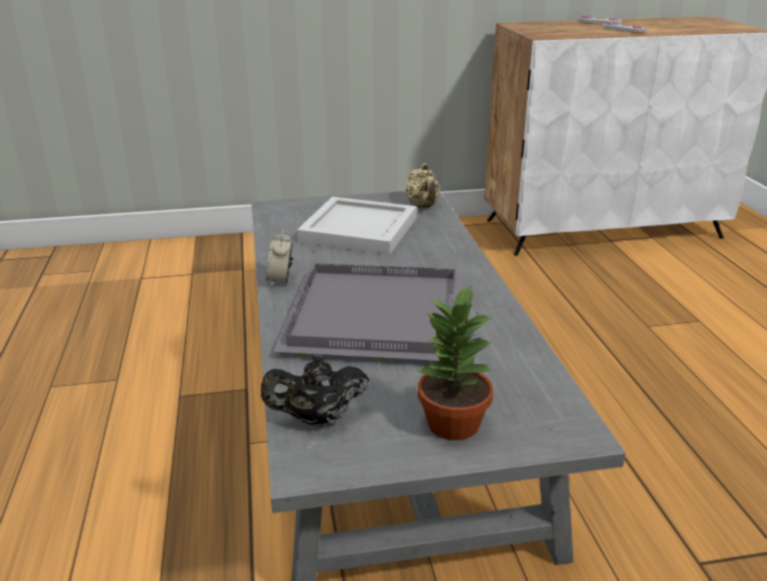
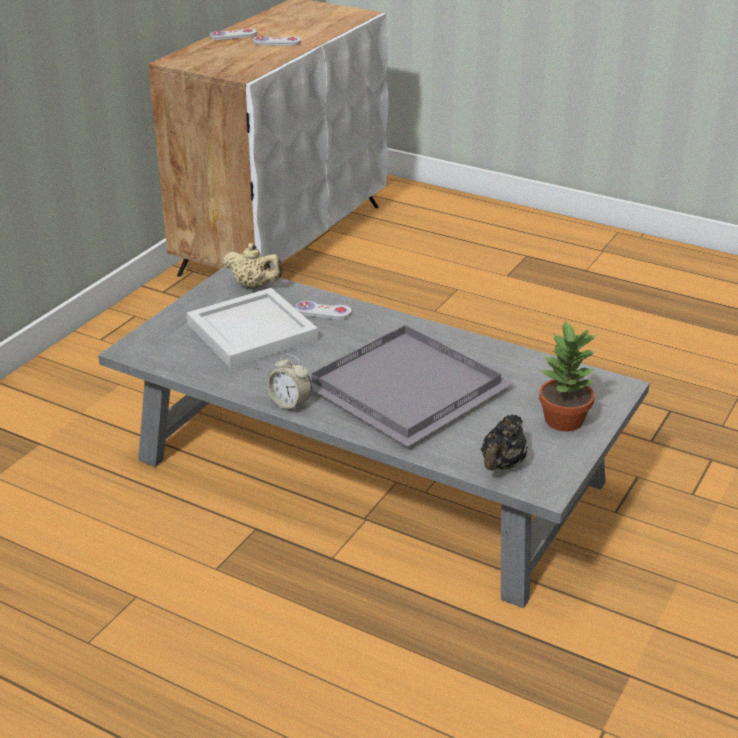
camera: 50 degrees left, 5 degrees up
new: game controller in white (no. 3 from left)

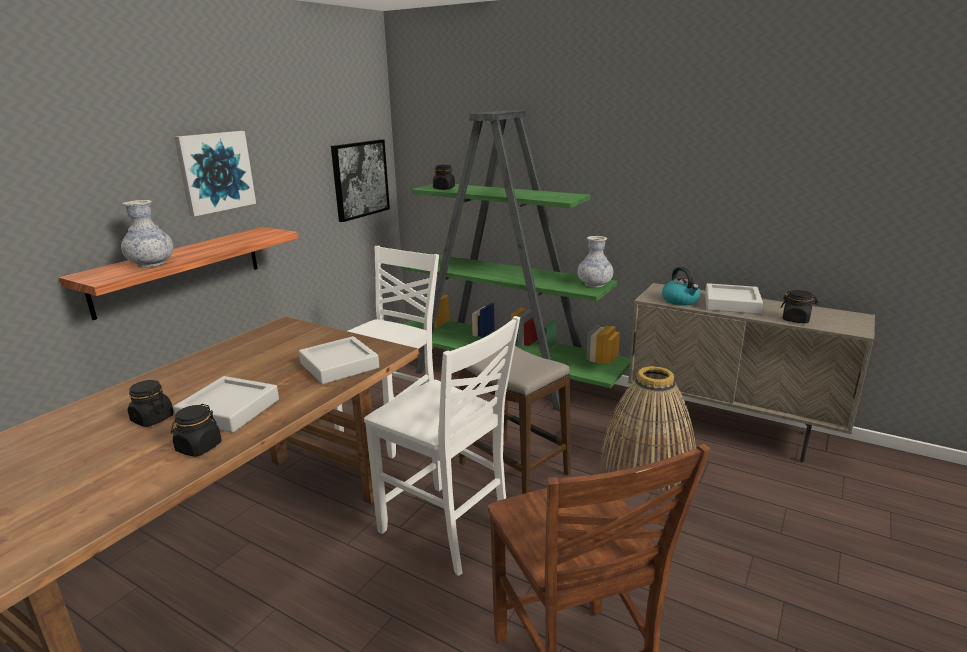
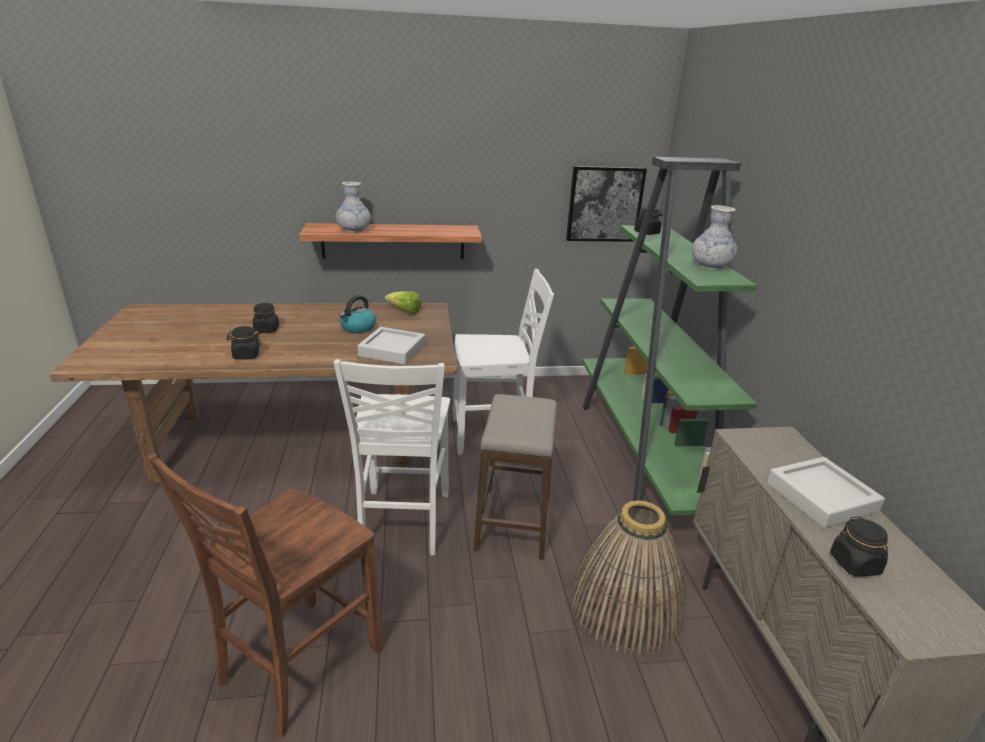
camera: 50 degrees right, 5 degrees up
gone: picture (no. 1 from left); tray in grey (no. 1 from left)
new: lettuce
shifted: vase (no. 2 from left); kettle

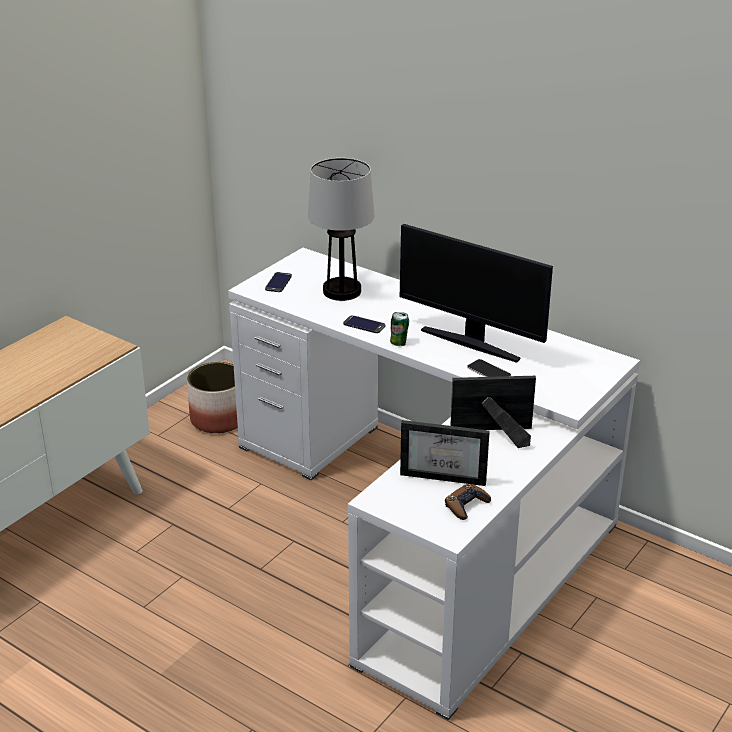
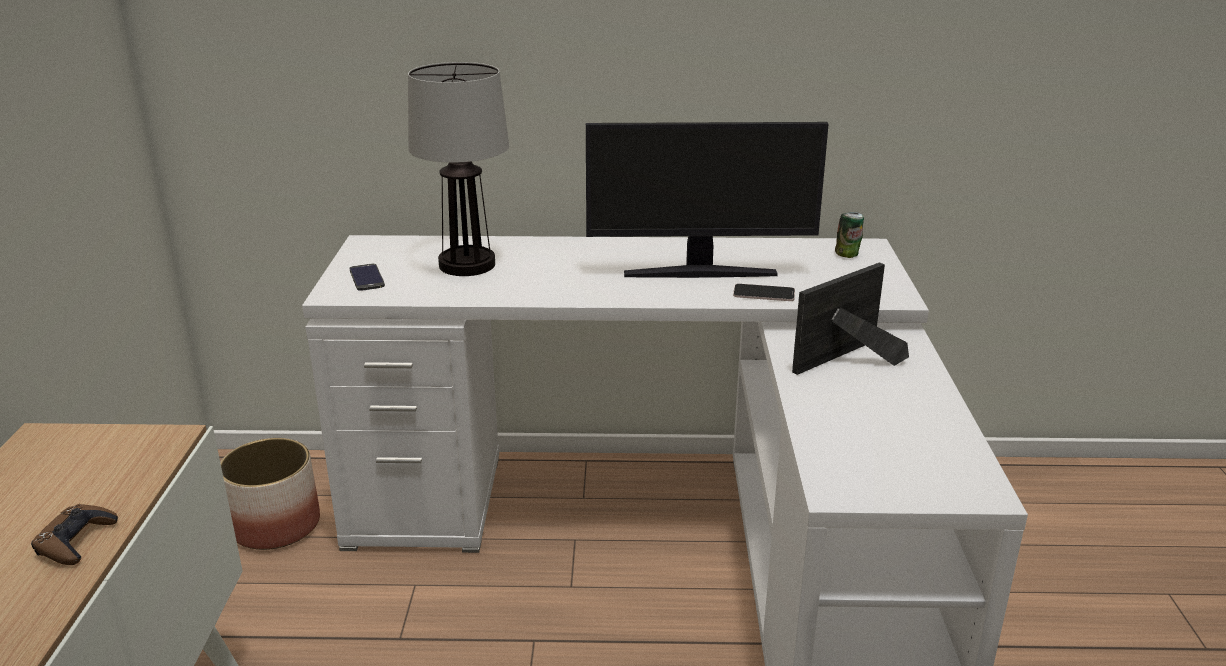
camera: 35 degrees left, 5 degrees down
gone: phone (no. 2 from left); picture frame (no. 1 from left)
shifted: can; game controller in brown

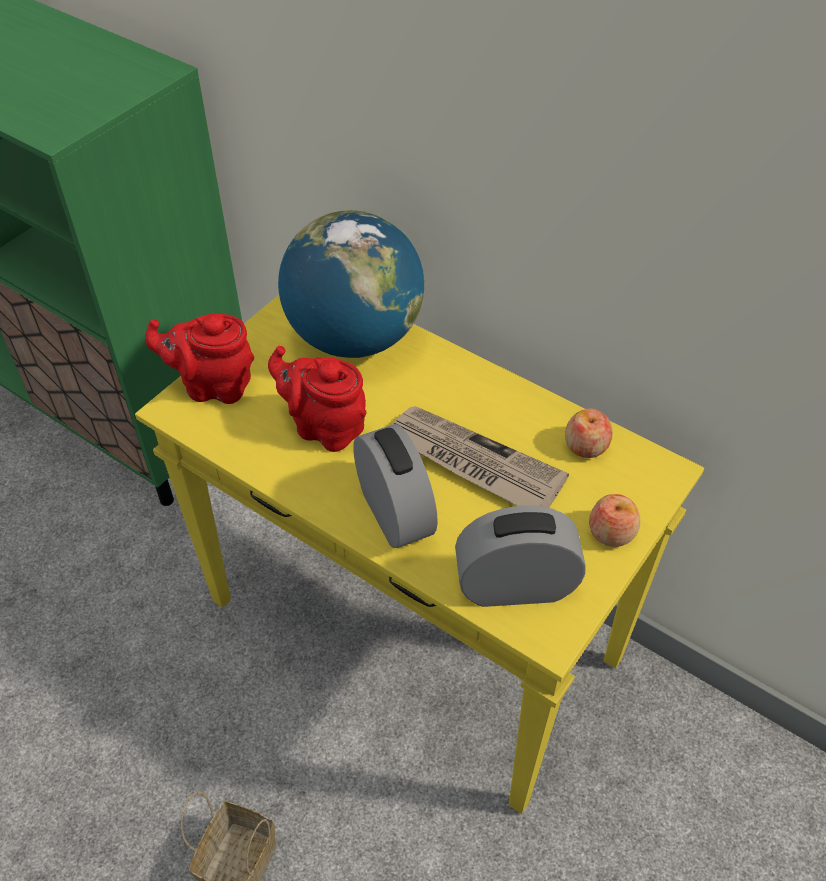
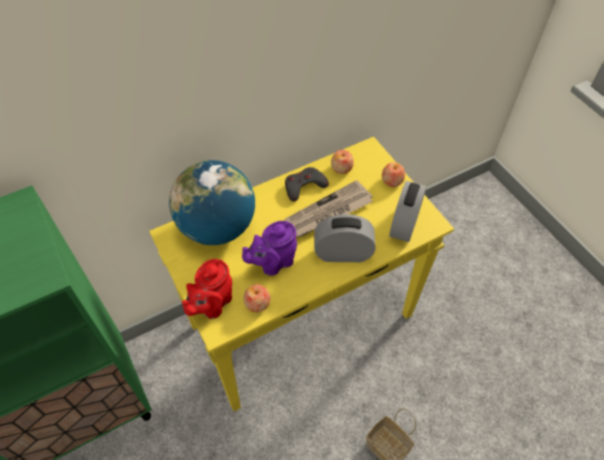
camera: 65 degrees left, 5 degrees up
new: apple (no. 1 from left); game controller in grey
repainted: teapot in red (no. 2 from left) to teapot in purple

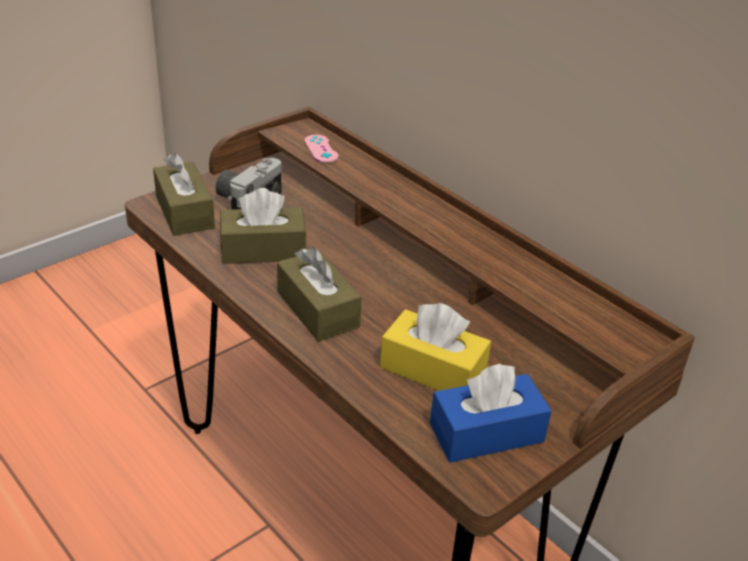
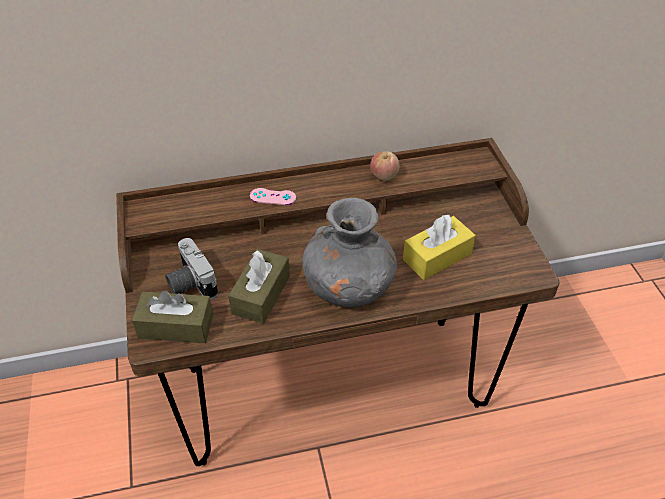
camera: 60 degrees left, 10 degrees up
gone: tissue box in blue
new: apple
shifted: game controller in pink
swapped: tissue box in brown (no. 3 from left) to vase in grey

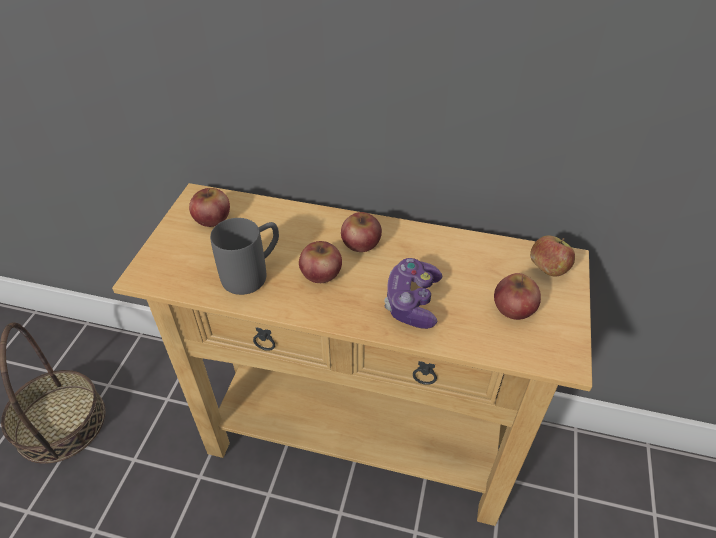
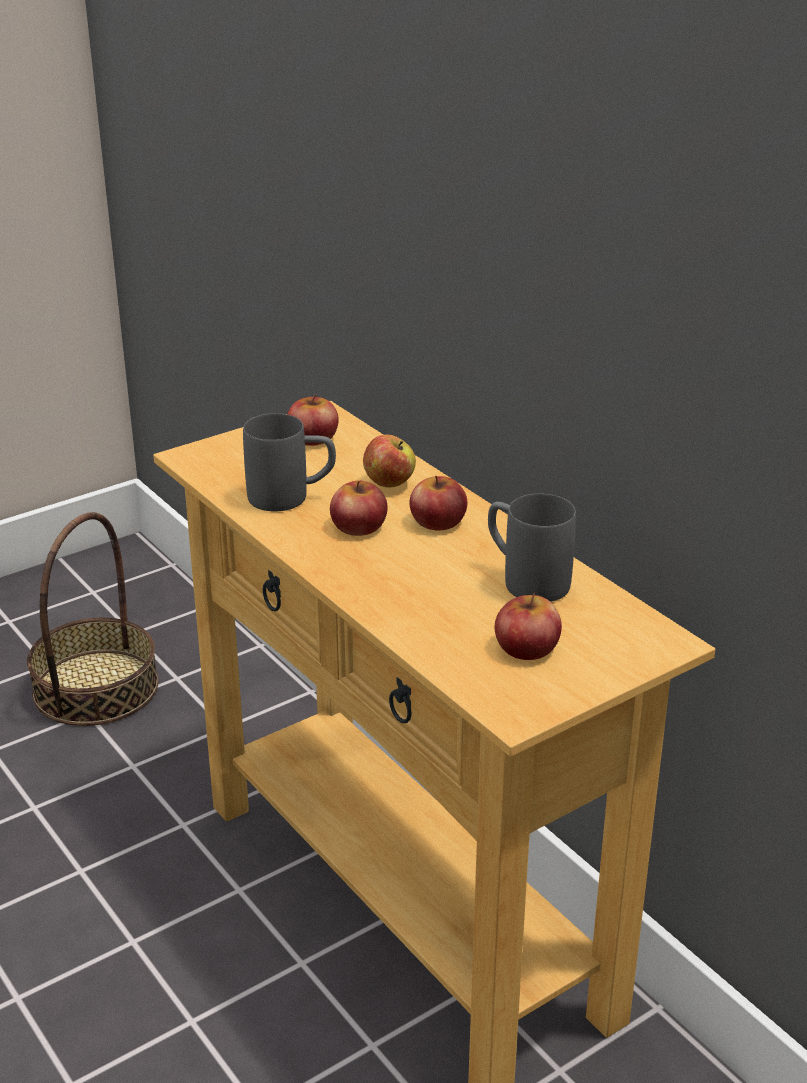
camera: 40 degrees right, 15 degrees down
gone: game controller
new: mug in grey (no. 2 from left)
shifted: apple (no. 5 from left in the first image) to apple (no. 3 from left)

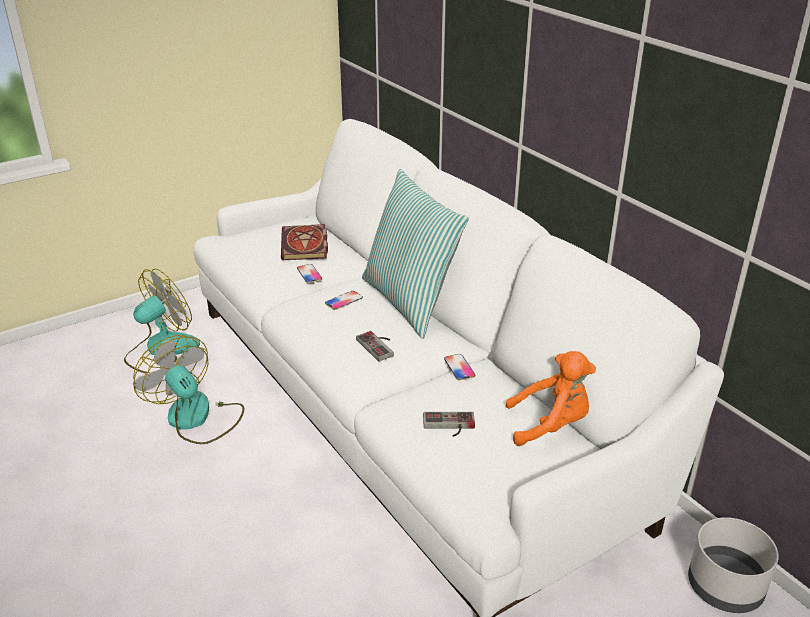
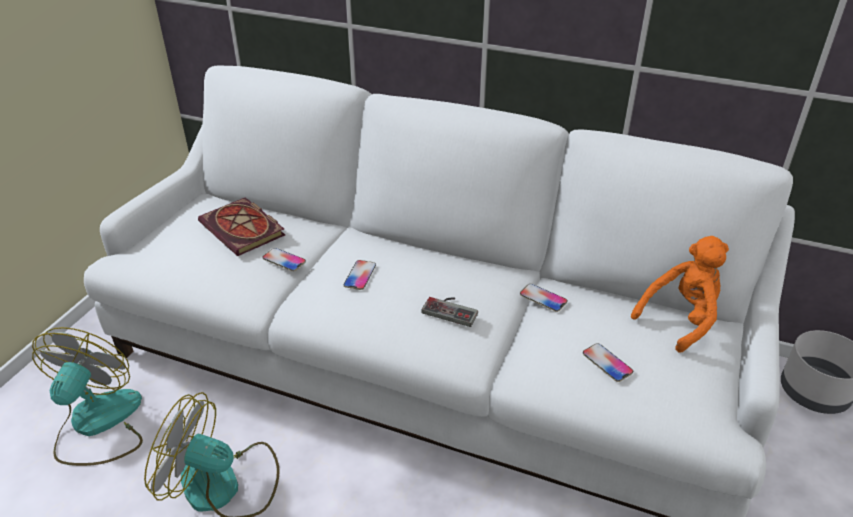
camera: 35 degrees left, 5 degrees up
gone: pillow
swapped: game controller (no. 2 from left) to phone (no. 4 from left)

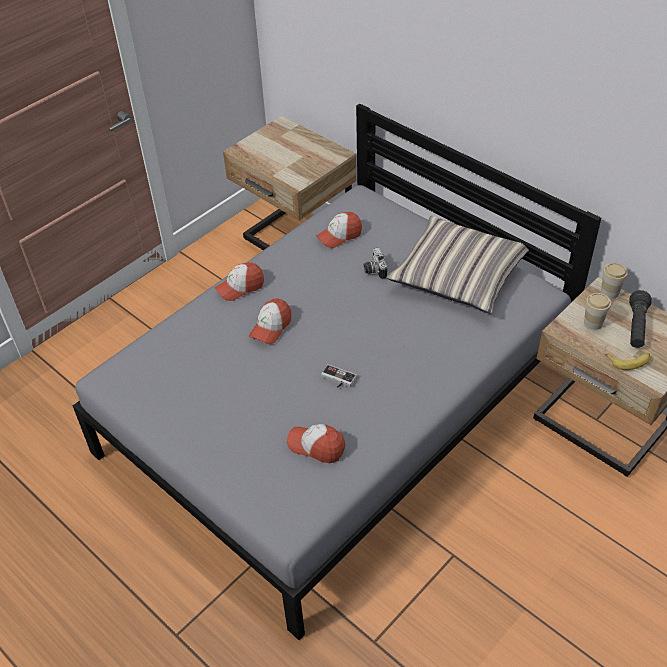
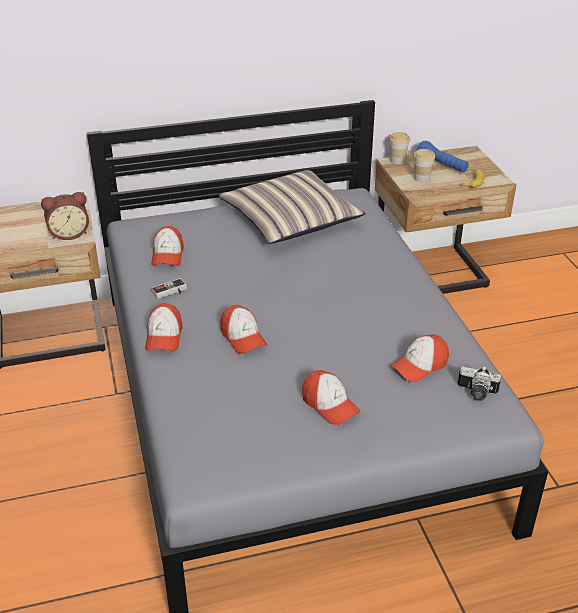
camera: 60 degrees left, 10 degrees down
new: alarm clock; cap (no. 4 from left)
shifted: game controller; photo camera
repainted: flashlight in black to flashlight in blue

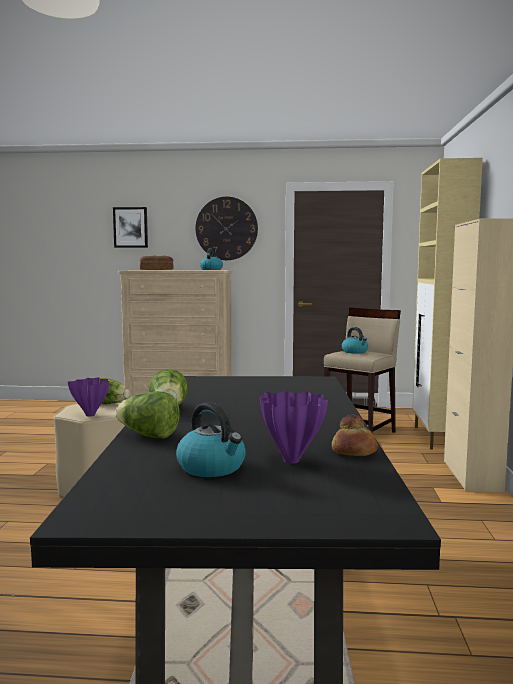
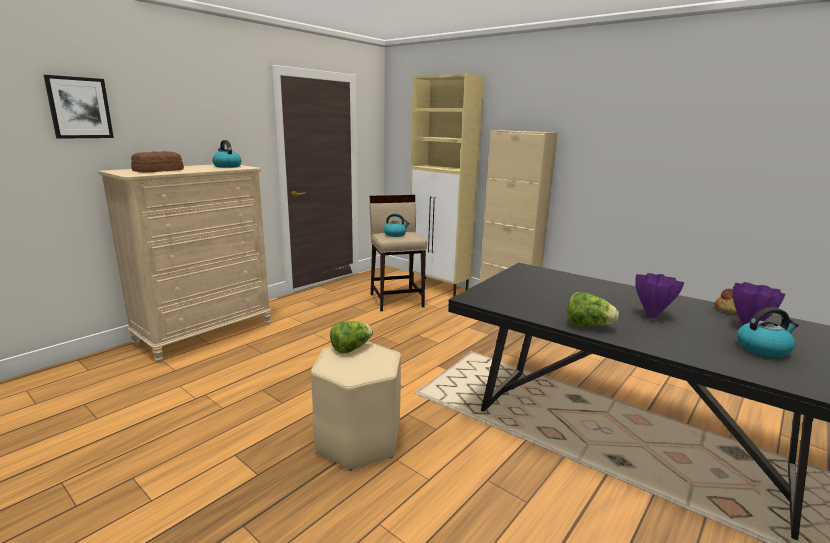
camera: 55 degrees left, 10 degrees up
gone: lettuce (no. 2 from left); wall clock
shifted: vase in purple (no. 1 from left)

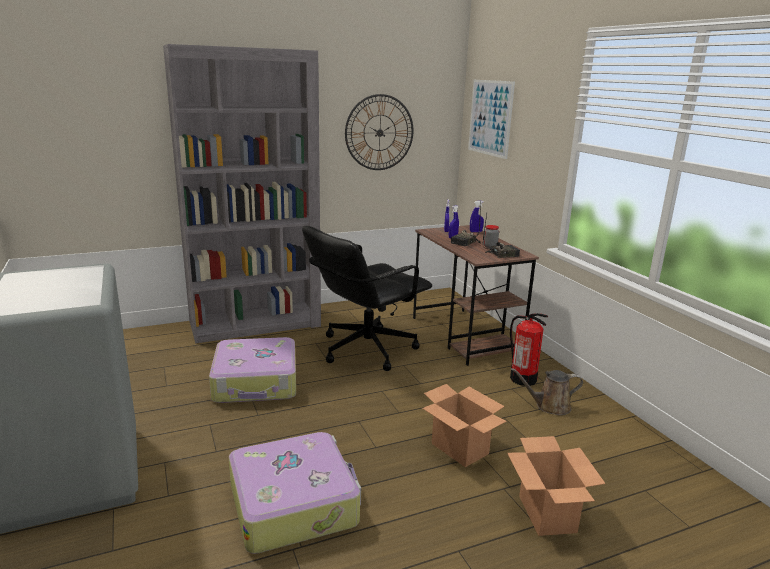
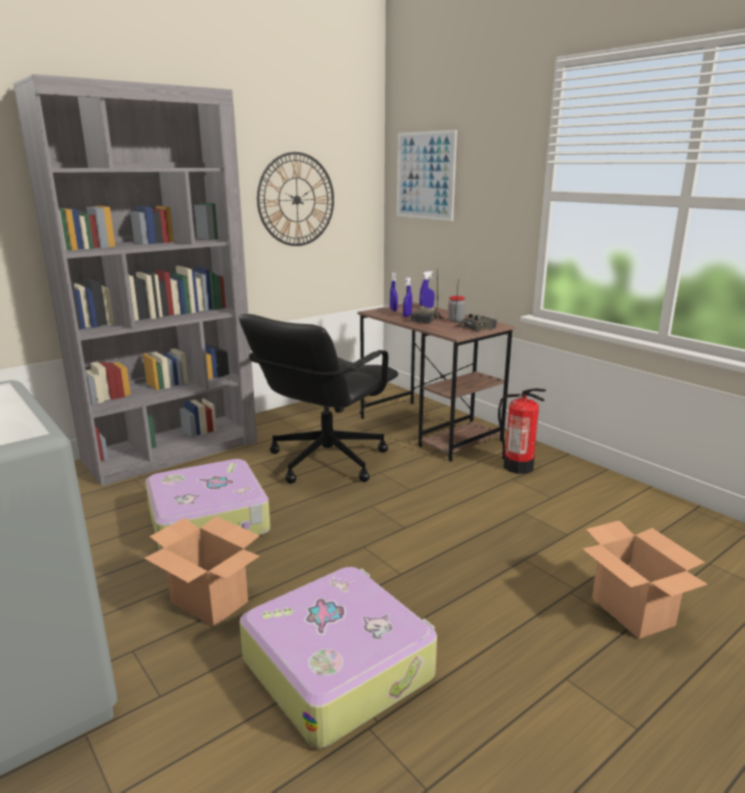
camera: 15 degrees left, 0 degrees up
gone: watering can in brown
shifted: cardboard box (no. 1 from left)

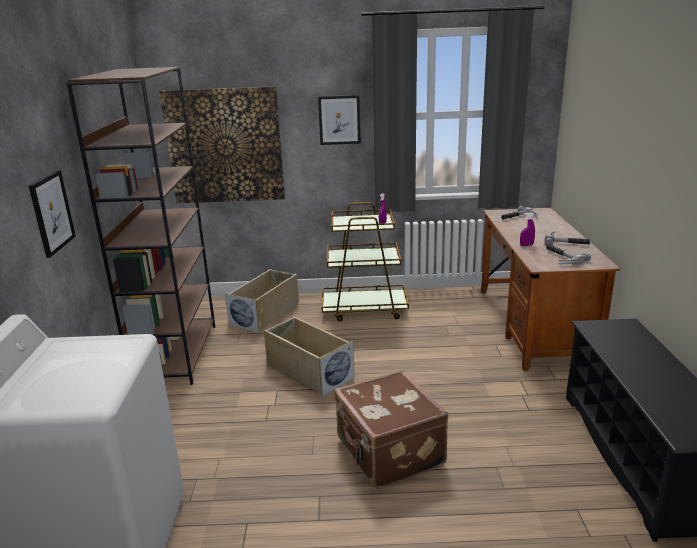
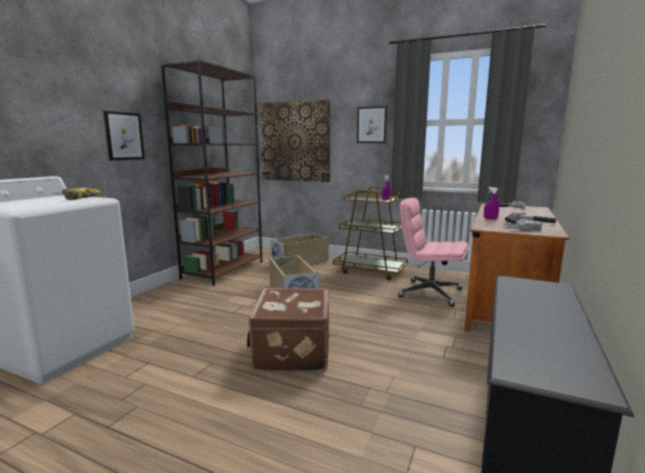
camera: 25 degrees right, 10 degrees down
new: power drill; office chair in pink

